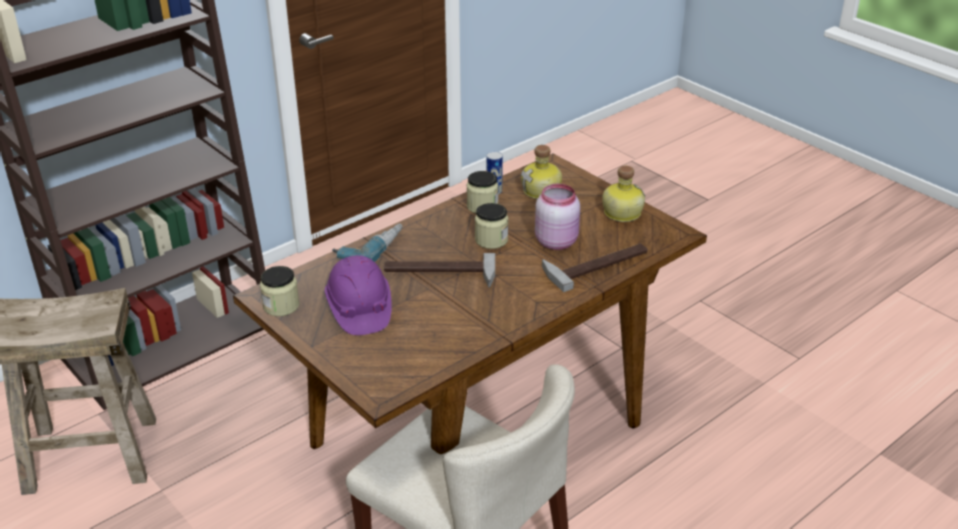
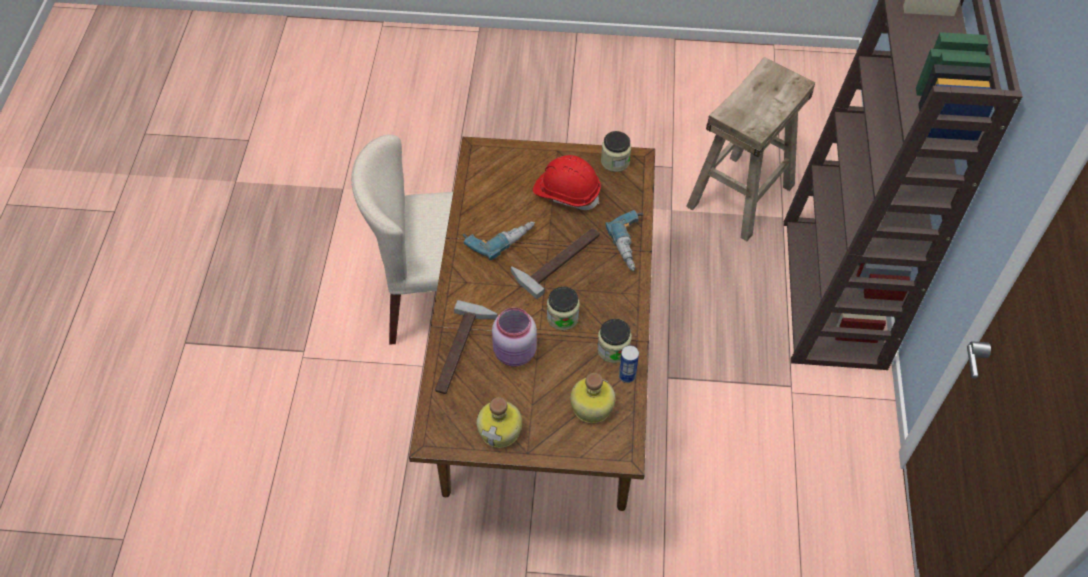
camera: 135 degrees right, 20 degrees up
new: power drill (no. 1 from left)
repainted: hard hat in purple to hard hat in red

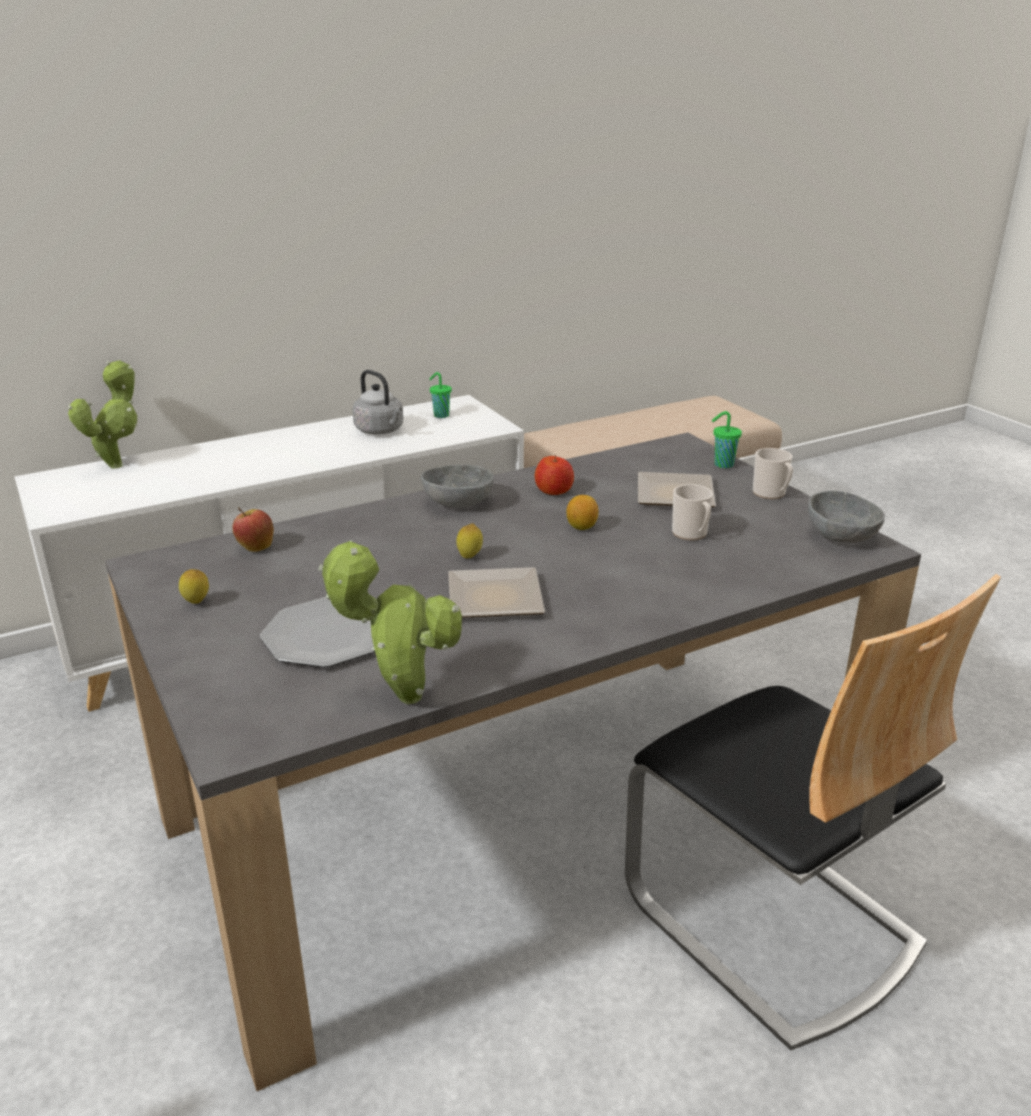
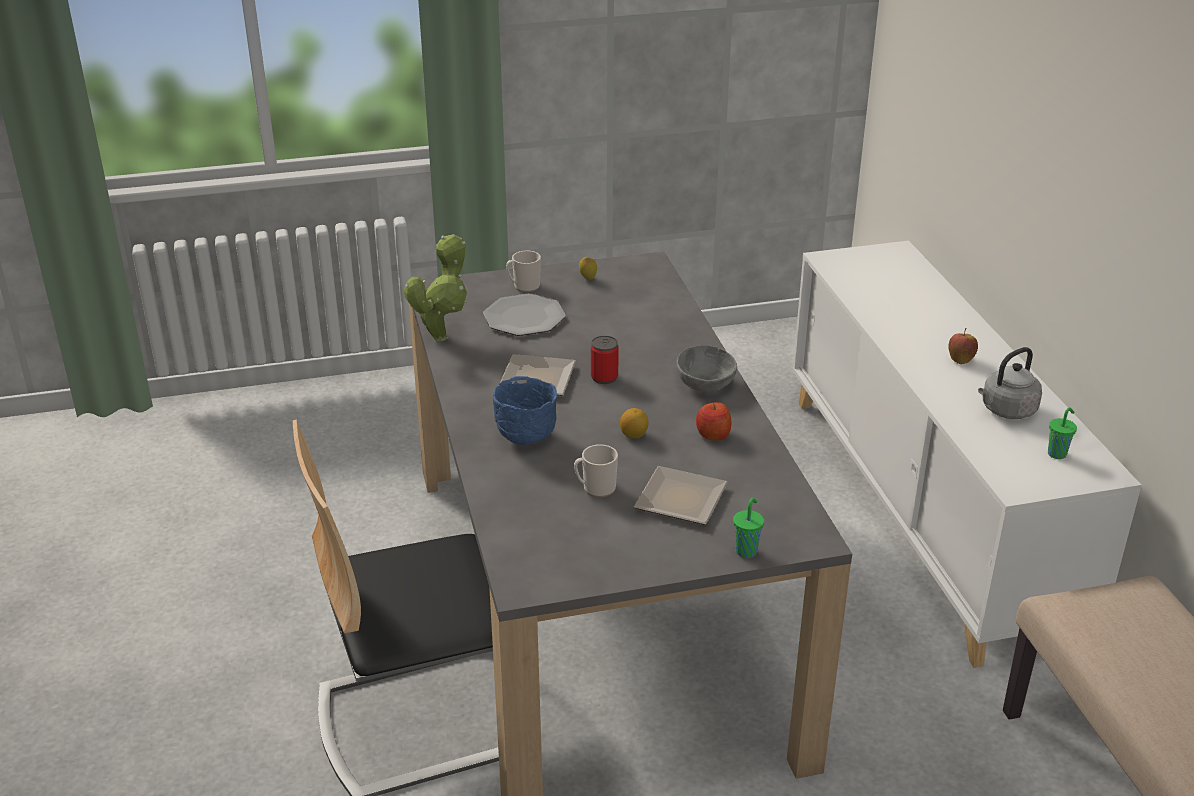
camera: 105 degrees right, 5 degrees up
gone: potted plant (no. 1 from left); bowl in grey (no. 2 from left)
new: bowl in blue
shifted: apple (no. 1 from left in the first image) to apple (no. 2 from left); mug (no. 2 from left in the first image) to mug (no. 1 from left)
swapped: lemon (no. 2 from left) to can

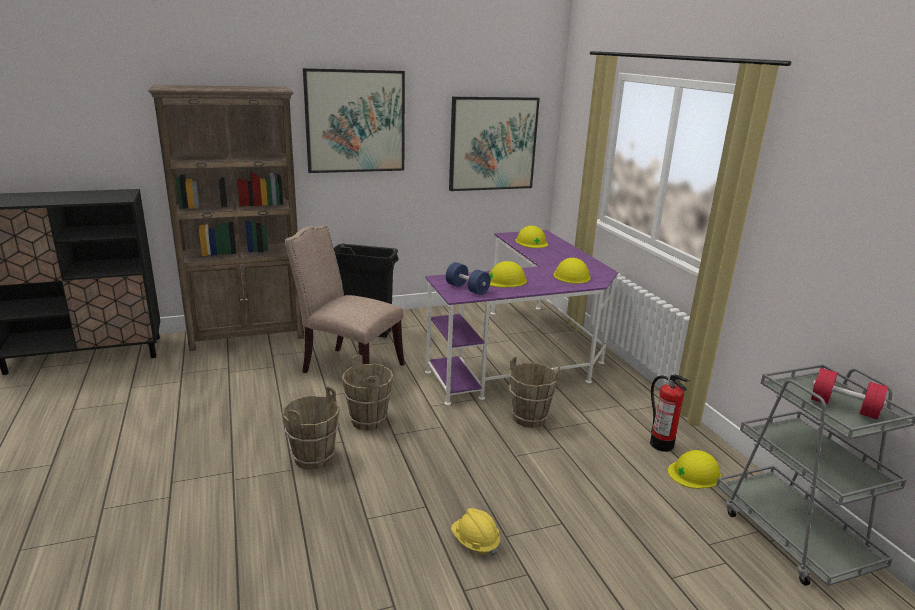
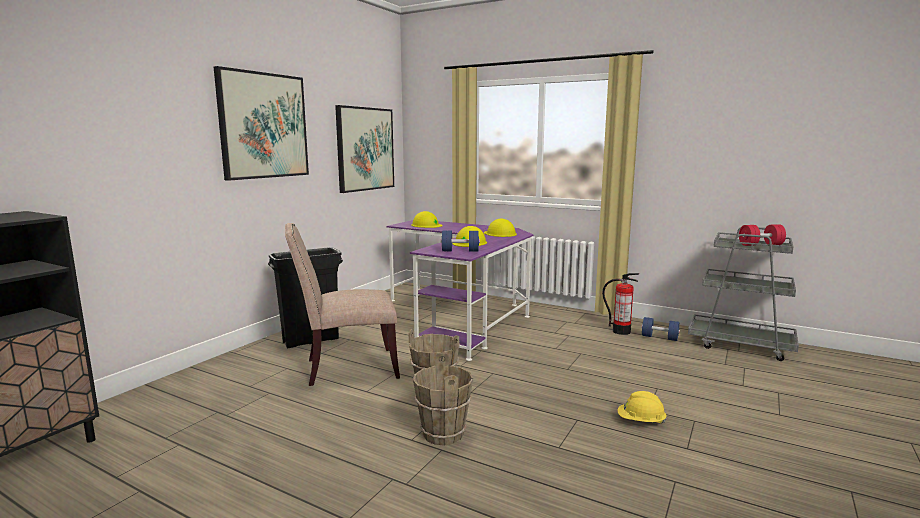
camera: 40 degrees left, 10 degrees down
gone: bookcase in brown; bucket in brown (no. 3 from left)
swapped: hard hat in yellow (no. 5 from left) to dumbbell in blue (no. 2 from left)

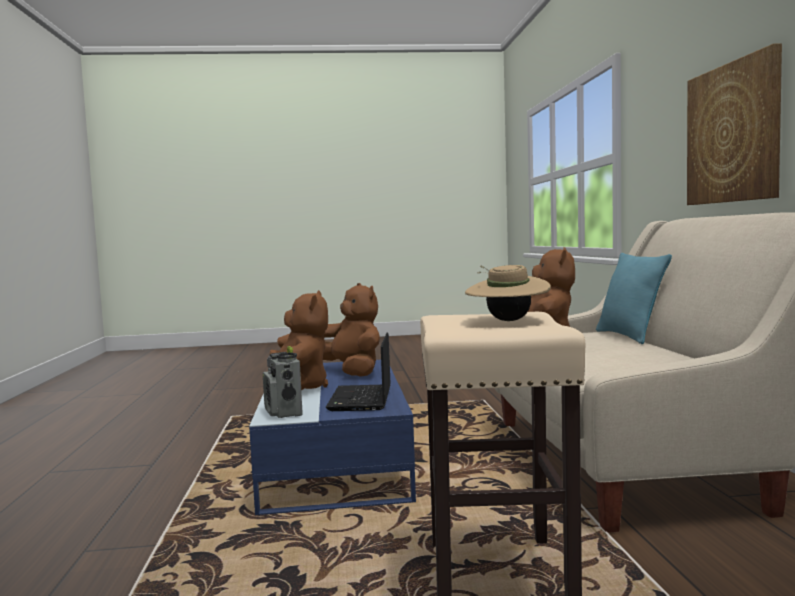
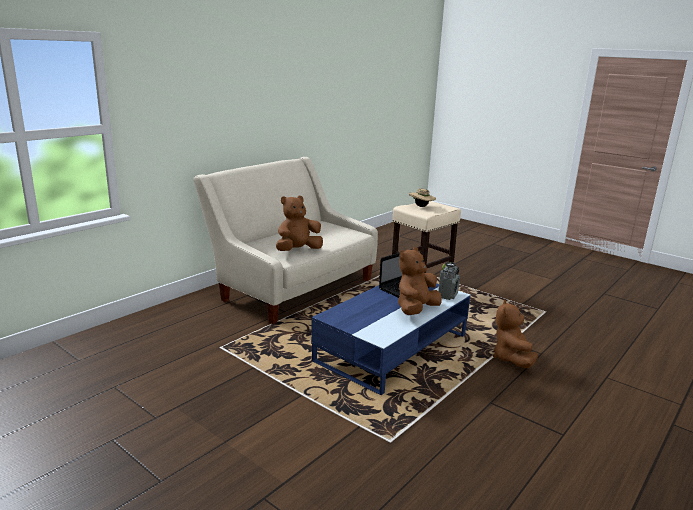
camera: 135 degrees left, 15 degrees up
gone: pillow in turquoise; picture
shifted: plush toy in brown (no. 2 from left in the first image) to plush toy in brown (no. 3 from left)

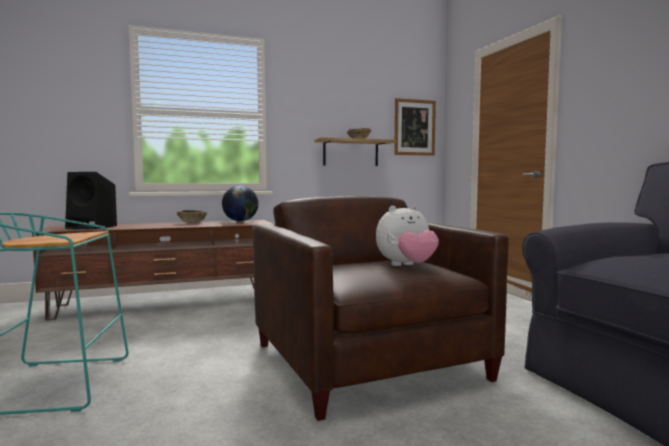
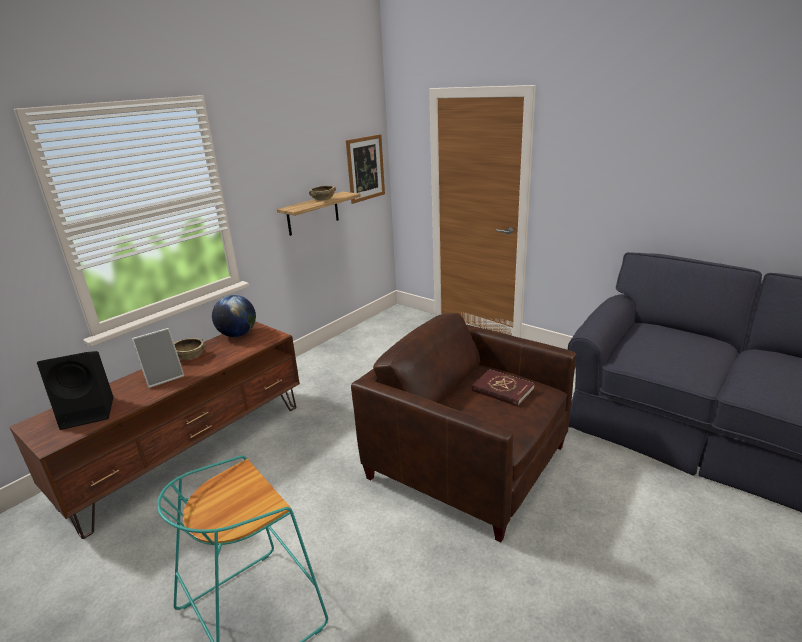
camera: 30 degrees left, 20 degrees up
new: picture frame
swapped: plush toy to book in red

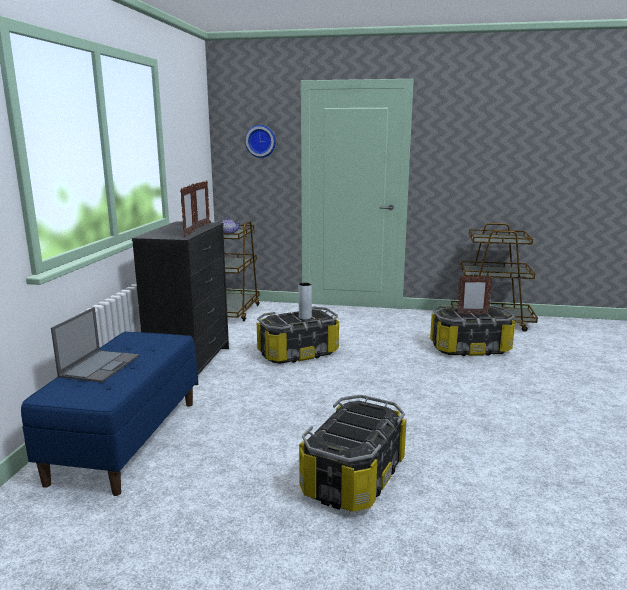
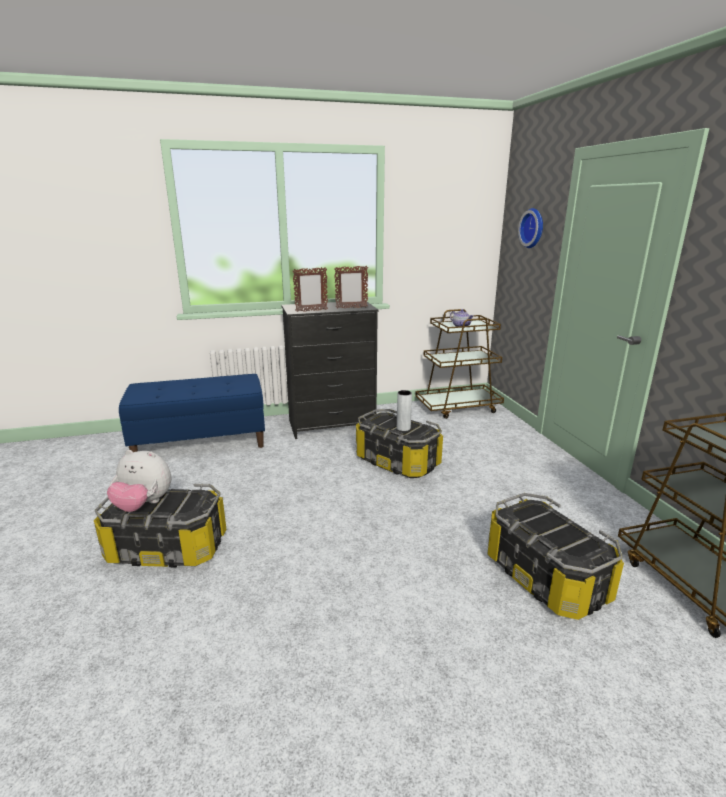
camera: 65 degrees right, 5 degrees up
gone: laptop; picture frame (no. 3 from left)
new: plush toy

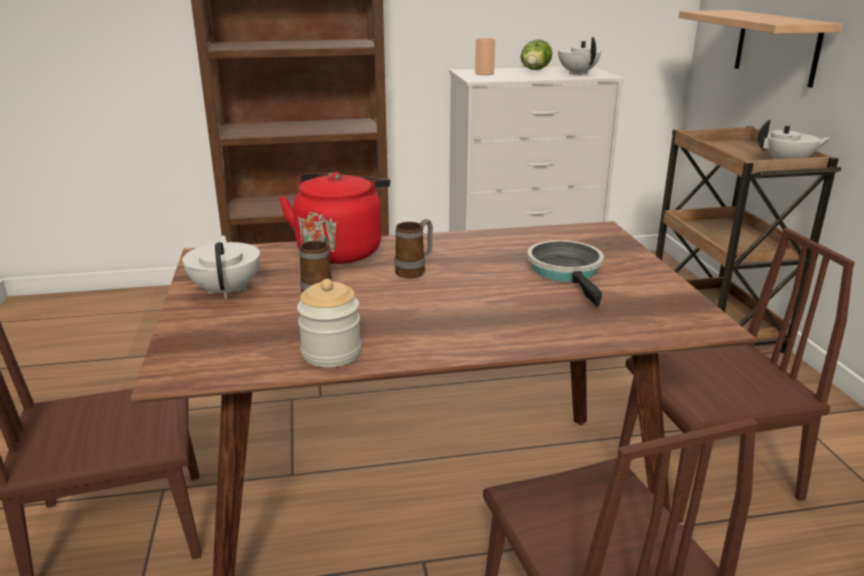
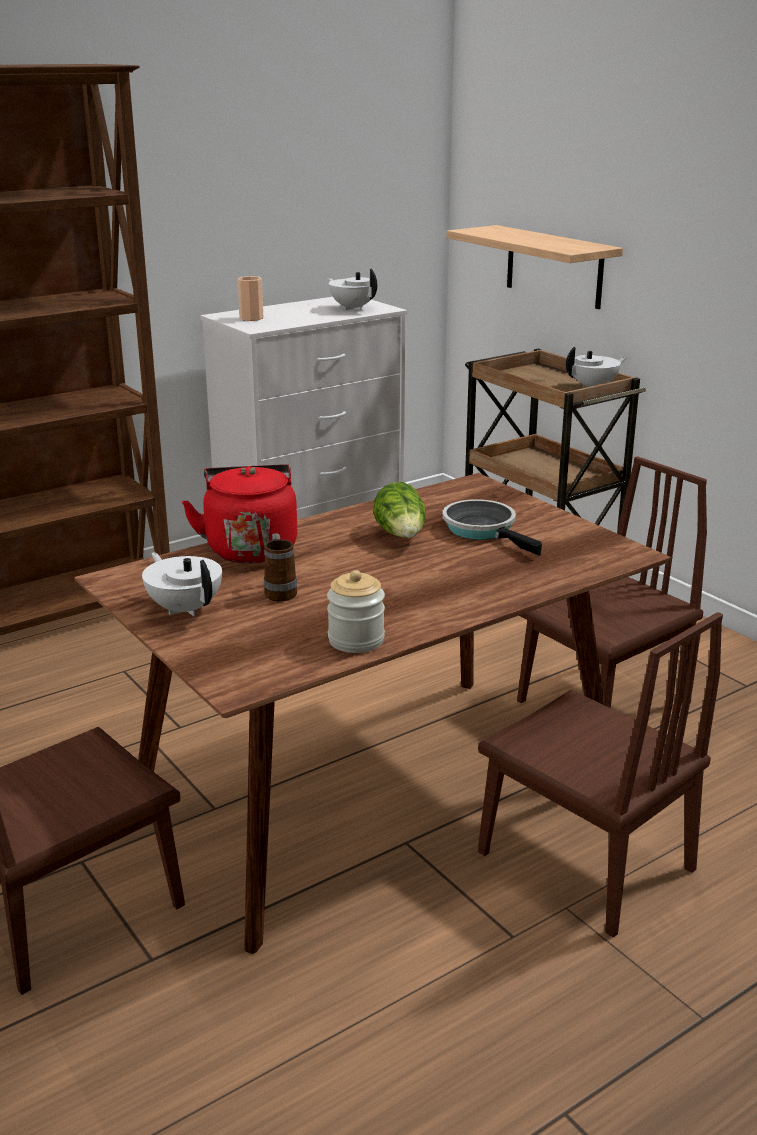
camera: 25 degrees left, 0 degrees up
gone: mug (no. 2 from left)
shifted: lettuce

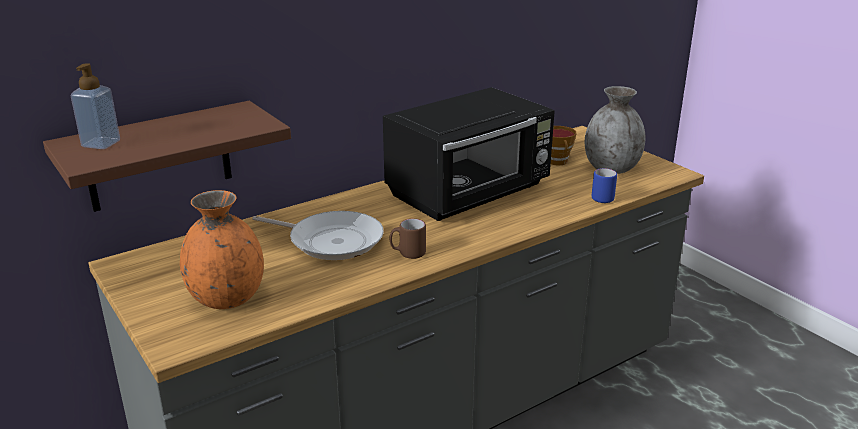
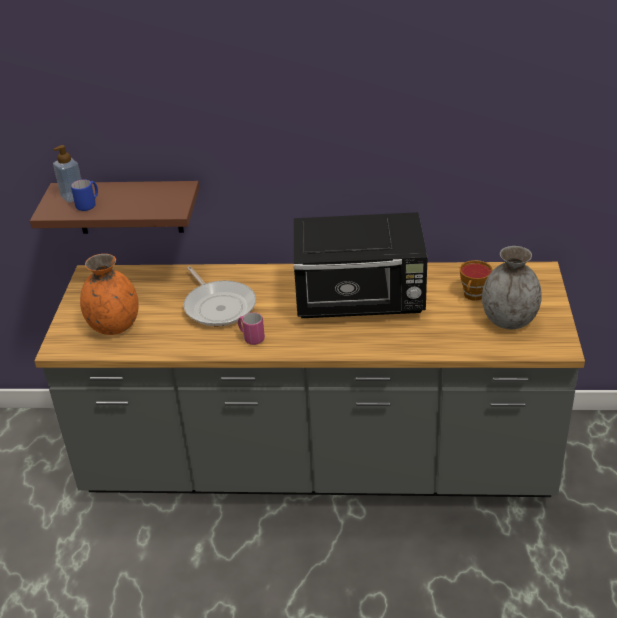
camera: 40 degrees right, 10 degrees up
shifted: mug in blue
repainted: mug in brown to mug in pink

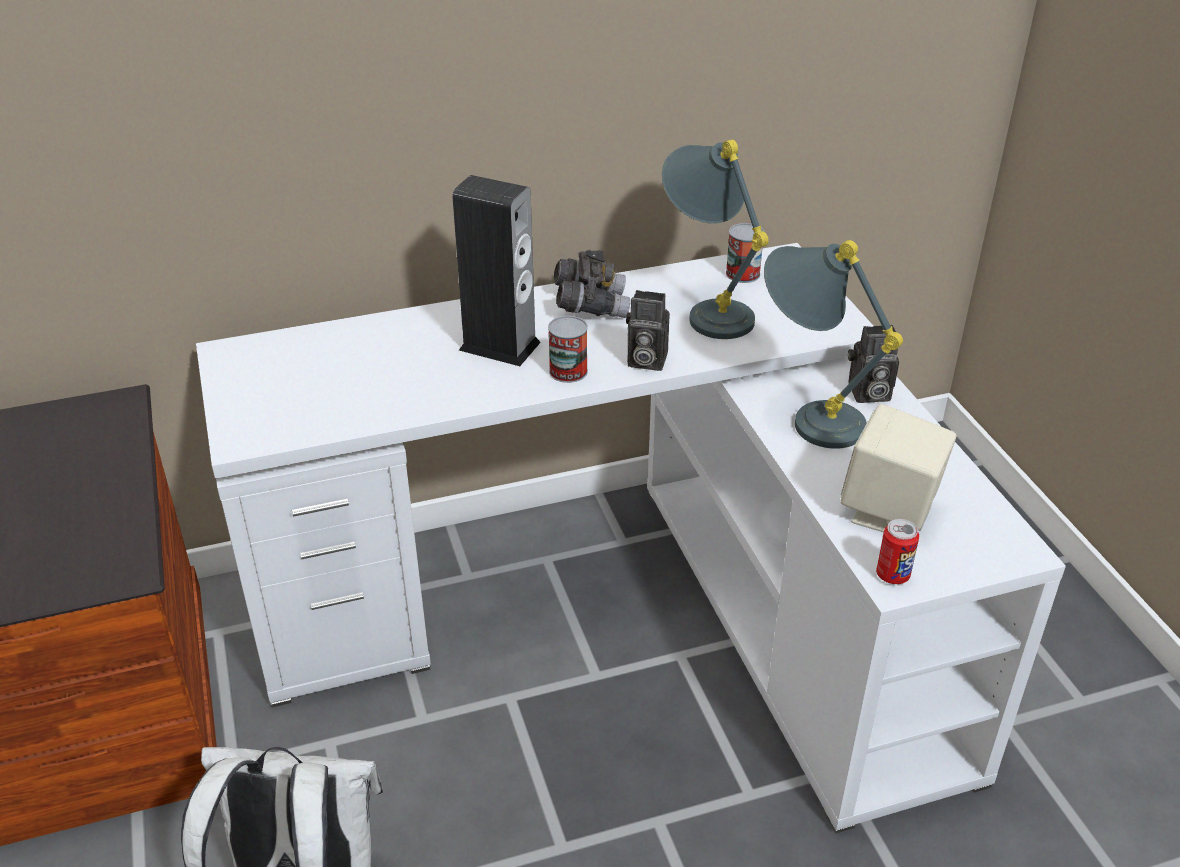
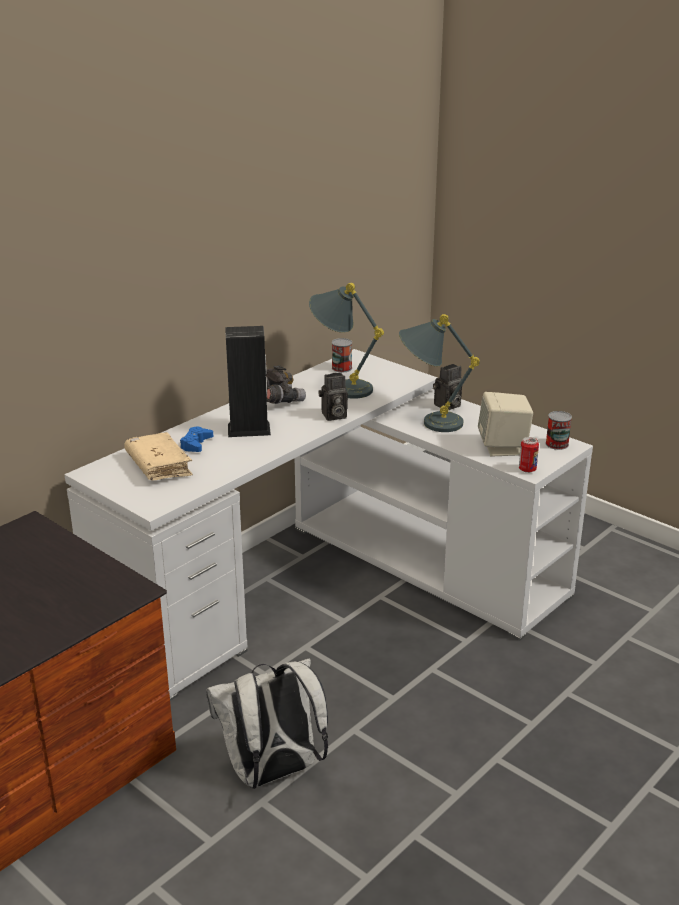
camera: 30 degrees left, 10 degrees down
new: book in beige; game controller in blue
shifted: can (no. 1 from left in the first image) to can (no. 3 from left)

